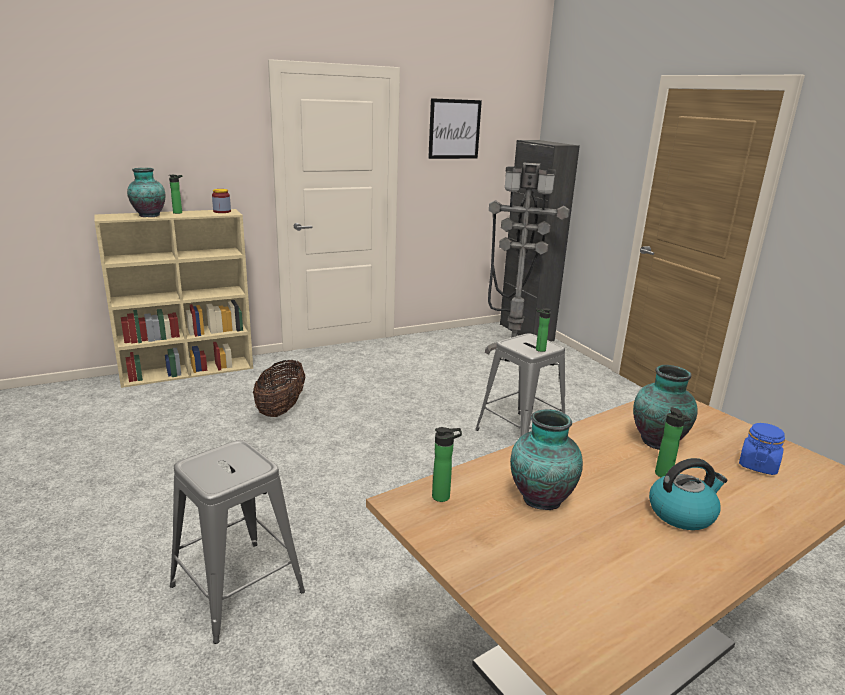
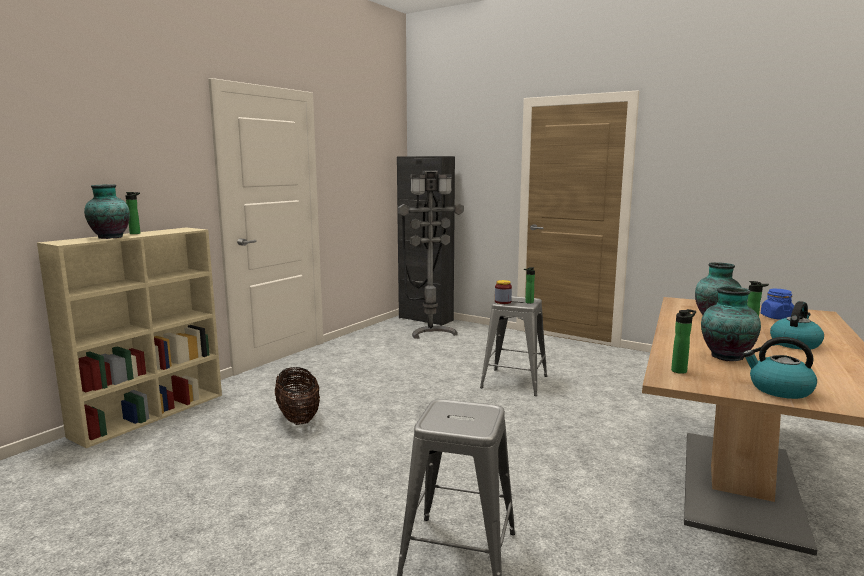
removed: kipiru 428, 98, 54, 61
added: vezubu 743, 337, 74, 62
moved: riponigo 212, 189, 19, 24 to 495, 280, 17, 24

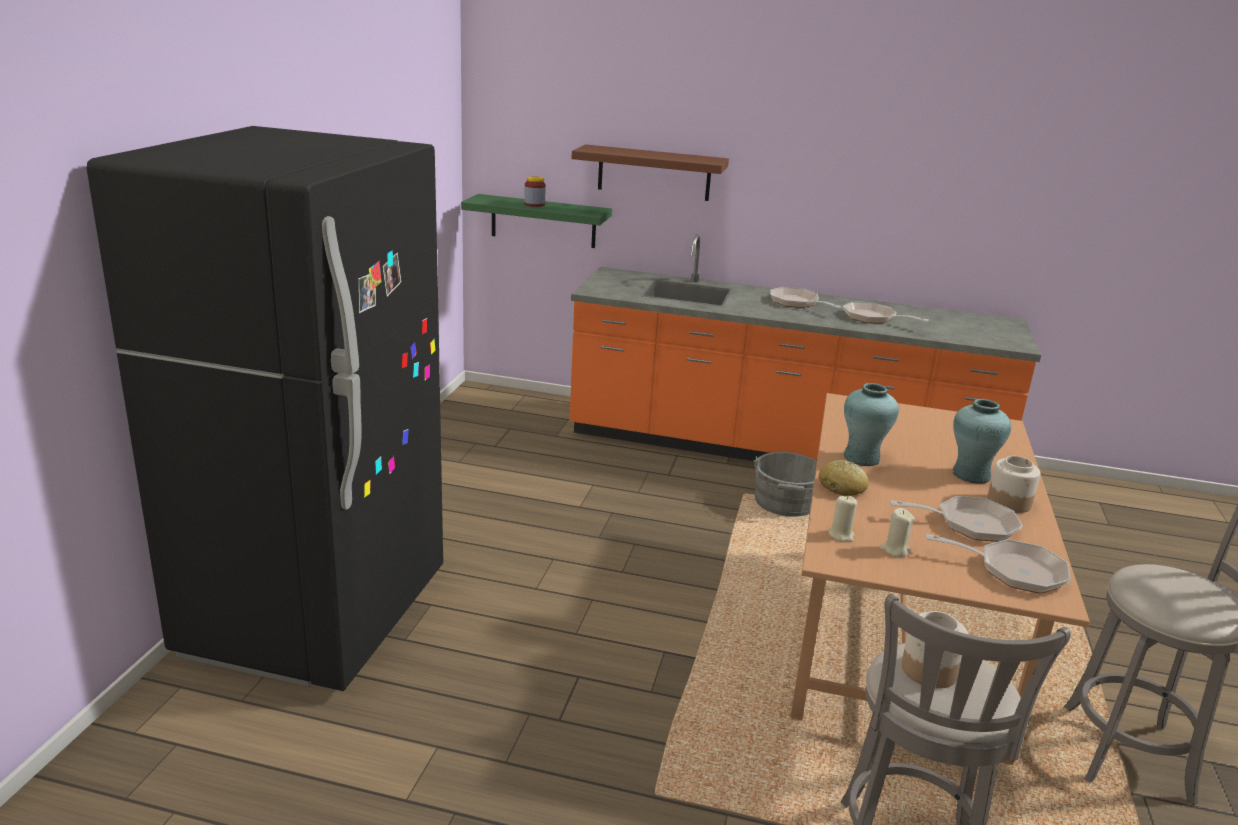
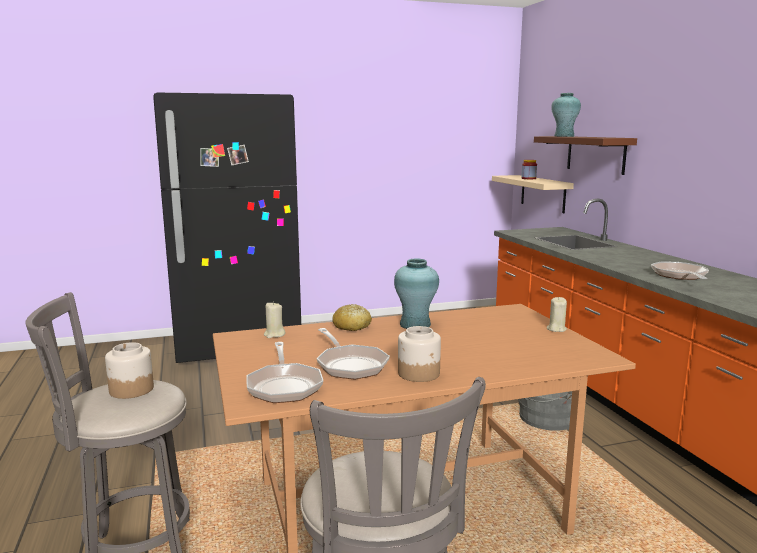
removed: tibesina 770, 287, 71, 21
moved: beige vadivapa 880, 508, 35, 49 to 547, 297, 20, 35; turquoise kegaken 953, 399, 58, 85 to 551, 93, 30, 44
recoloured: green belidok 461, 194, 151, 54 to beige belidok 492, 175, 82, 38

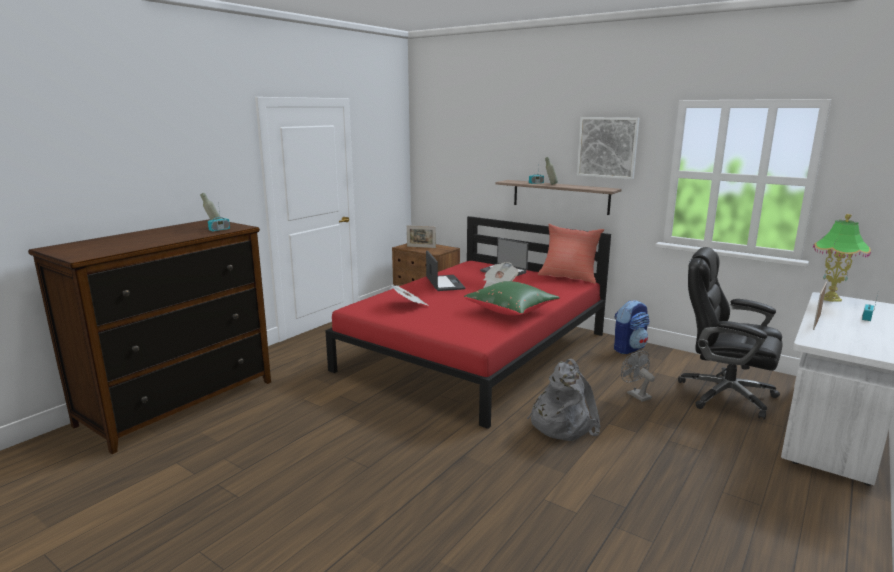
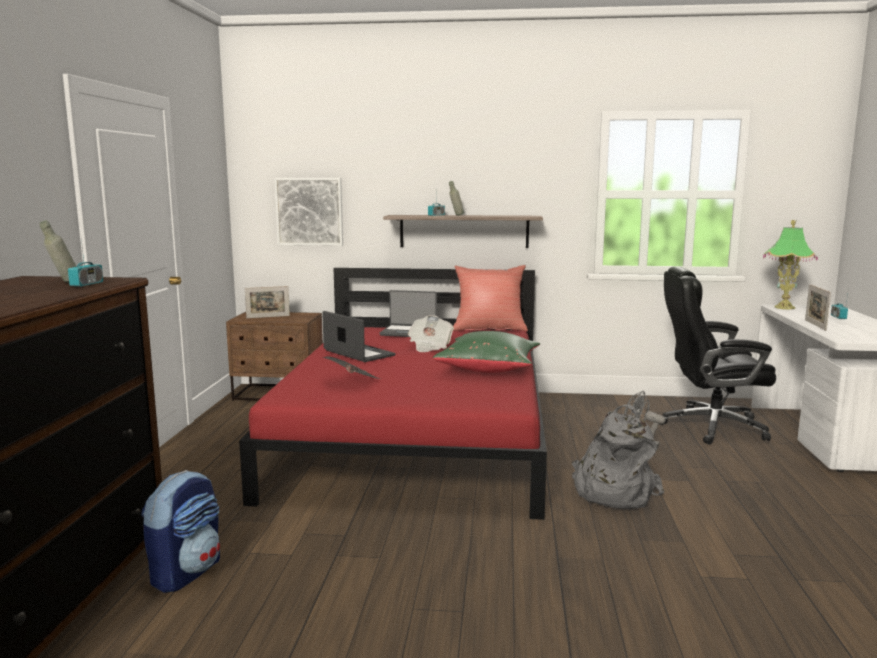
moved: kipiru 577, 117, 62, 62 to 274, 178, 69, 68; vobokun 614, 300, 36, 54 to 141, 470, 79, 123

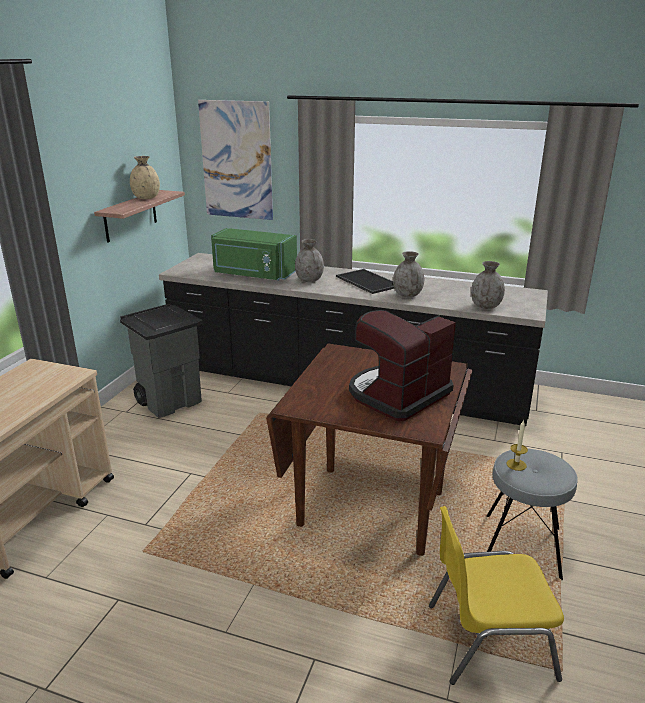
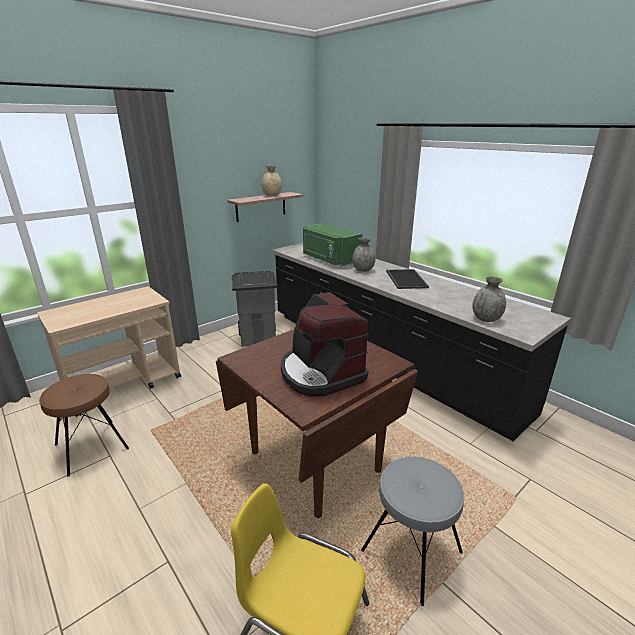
removed: kipiru 198, 100, 75, 120; grey kegaken 393, 251, 31, 46; vadivapa 506, 420, 22, 51
added: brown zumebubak 39, 374, 90, 103
turned: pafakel 349, 310, 107, 111 = 281, 292, 88, 105 105 degrees counterclockwise

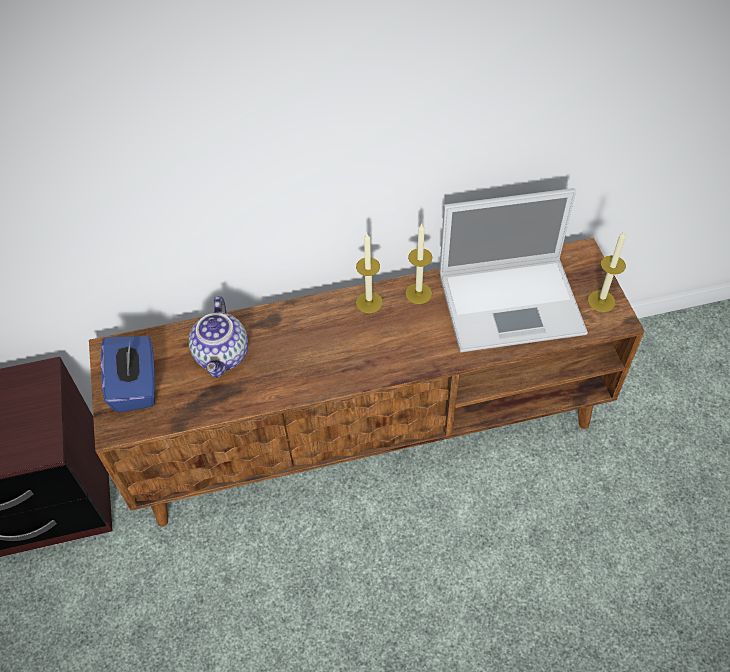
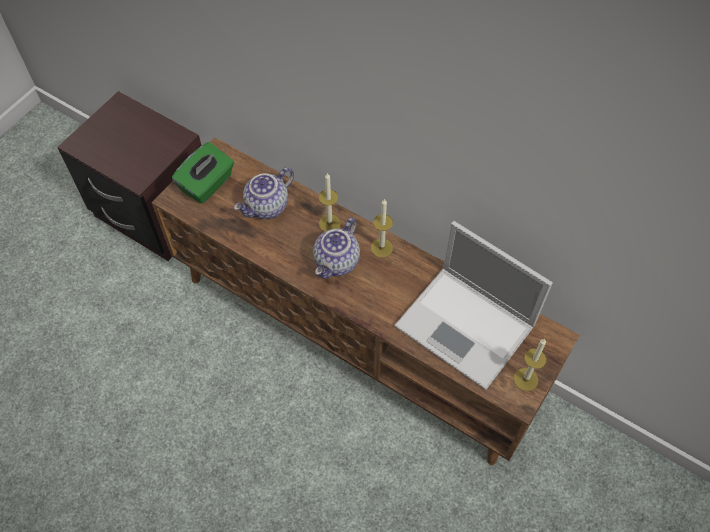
added: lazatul 313, 218, 47, 61
moved: vadivapa 405, 224, 27, 80 to 319, 173, 22, 59
recoloured: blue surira 101, 336, 54, 77 to green surira 172, 142, 62, 62

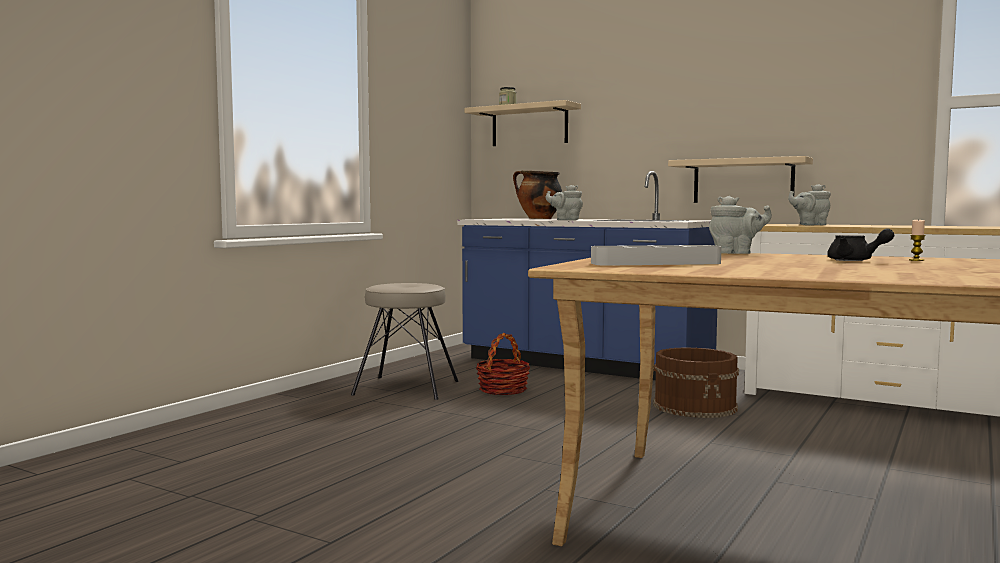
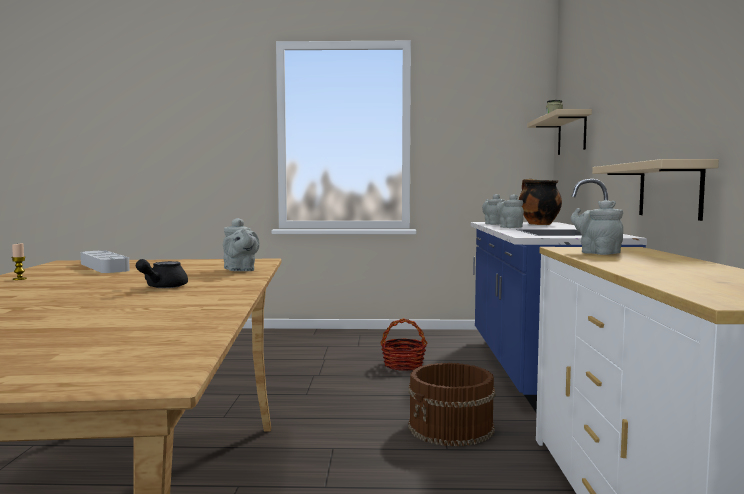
removed: beige zumebubak 351, 283, 108, 117
added: grey lazatul 482, 194, 23, 31
moved: vadivapa 909, 219, 17, 42 to 11, 243, 16, 37

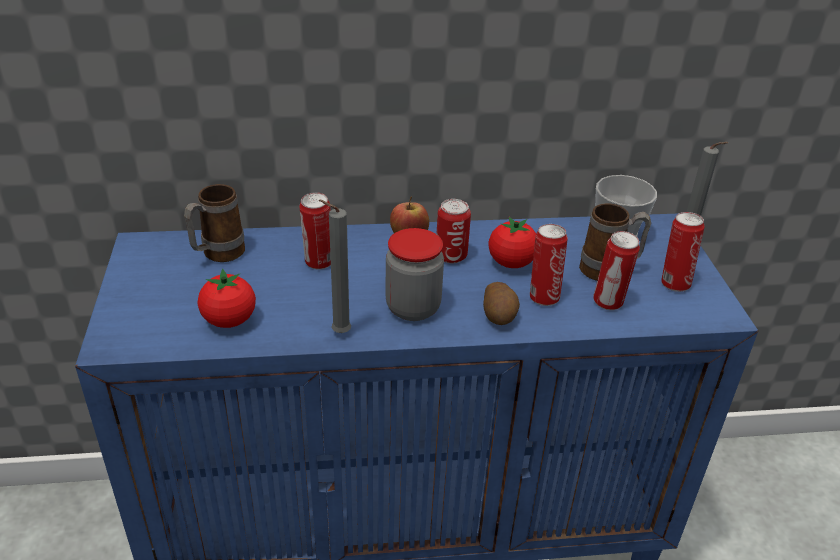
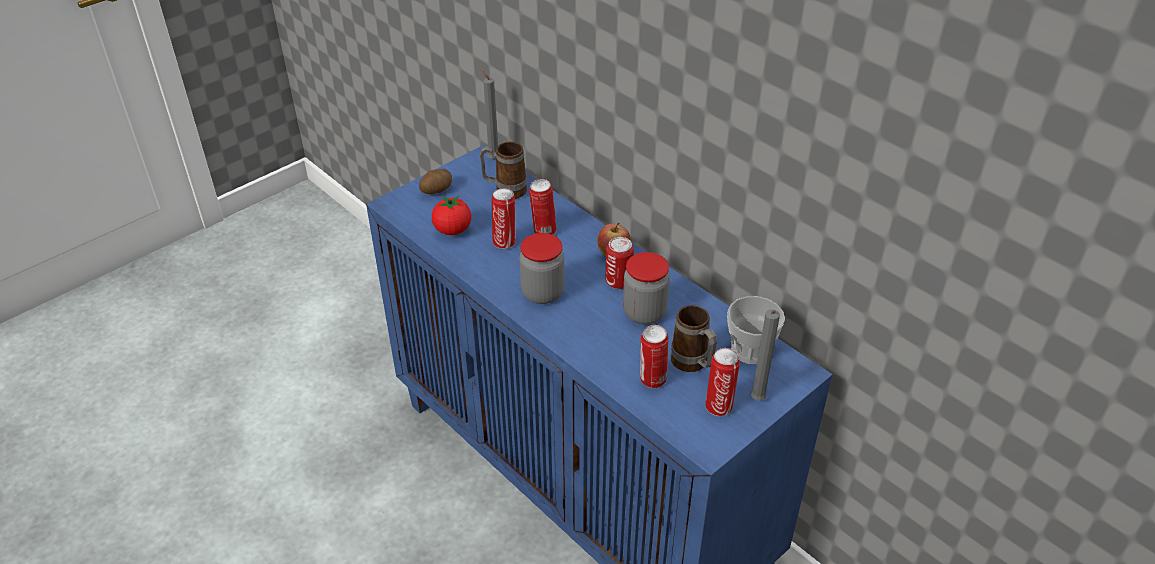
moved: grey vadivapa 319, 200, 32, 133 to 479, 67, 19, 93; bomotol 483, 282, 37, 43 to 419, 169, 33, 25; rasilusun 530, 224, 38, 82 to 492, 188, 24, 61
replaced: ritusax 488, 217, 48, 51 to riponigo 623, 252, 47, 72

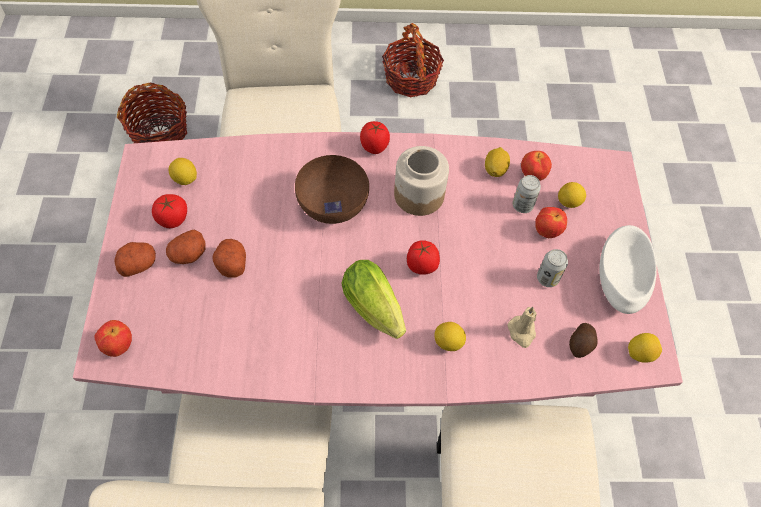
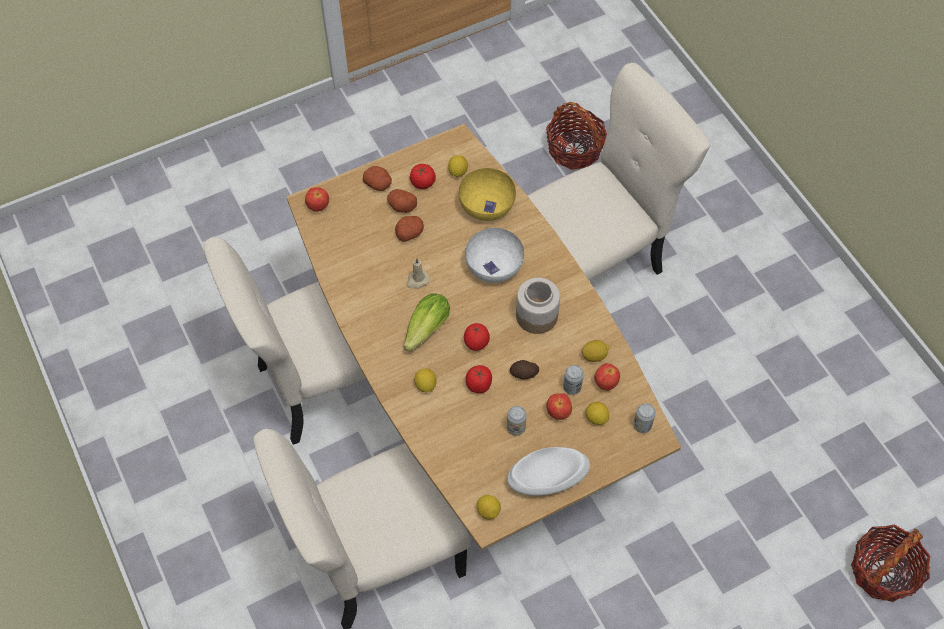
added: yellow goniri 459, 168, 57, 53; rasilusun 633, 403, 23, 30
moved: ritusax 360, 121, 30, 33 to 466, 365, 26, 28; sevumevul 382, 23, 62, 75 to 851, 525, 79, 77; beige vadivapa 507, 307, 30, 41 to 406, 258, 24, 31; bomotol 569, 323, 28, 35 to 509, 360, 30, 19
recoloured: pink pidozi 73, 132, 610, 274 to brown pidozi 287, 124, 394, 426; brown goniri 295, 155, 74, 69 to white goniri 465, 228, 59, 55

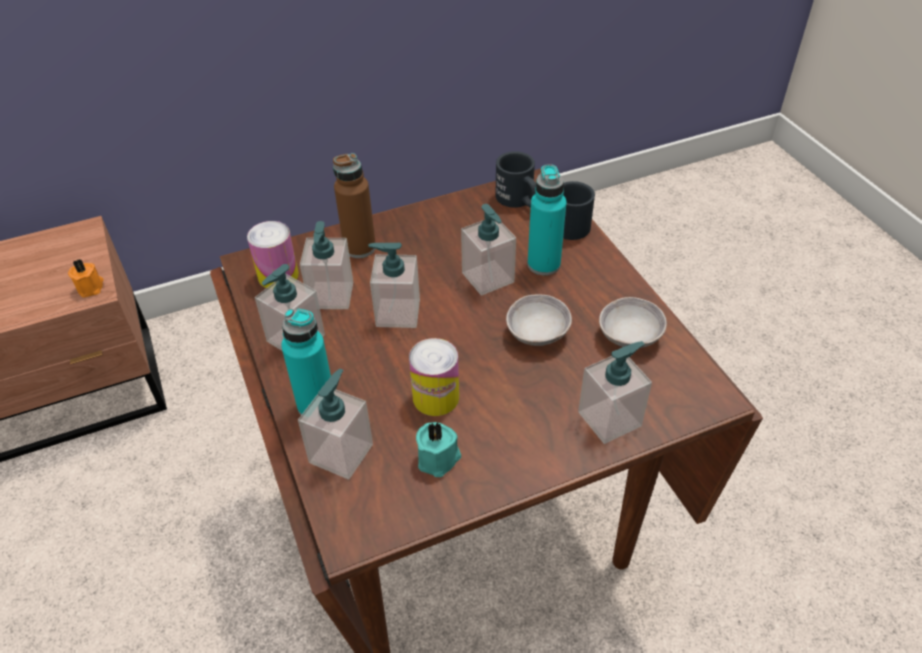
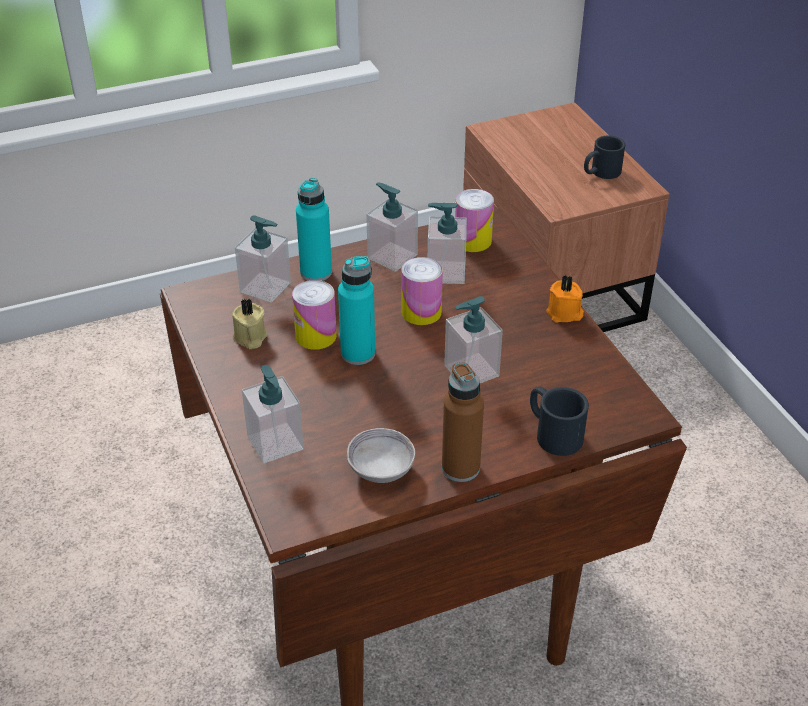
removed: grey goniri 506, 295, 66, 51
moved: orange vadivapa 68, 259, 36, 38 to 546, 275, 38, 48; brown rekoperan 333, 153, 43, 105 to 442, 362, 42, 120; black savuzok 495, 151, 41, 57 to 584, 136, 41, 43; turquoise rekoperan 527, 164, 40, 111 to 338, 256, 37, 109
replaced: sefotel 368, 243, 52, 85 to rasilusun 401, 257, 42, 68
recoloured: turquoise vadivapa 416, 422, 45, 55 to beige vadivapa 232, 298, 36, 51

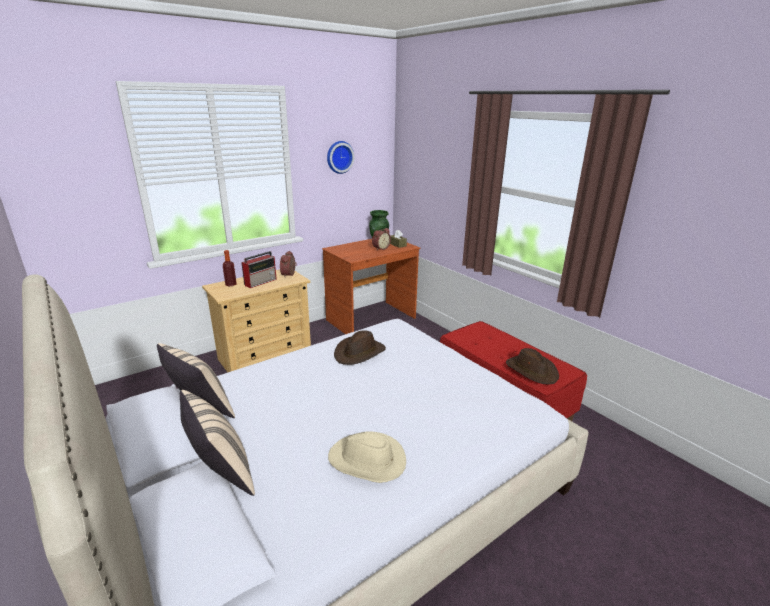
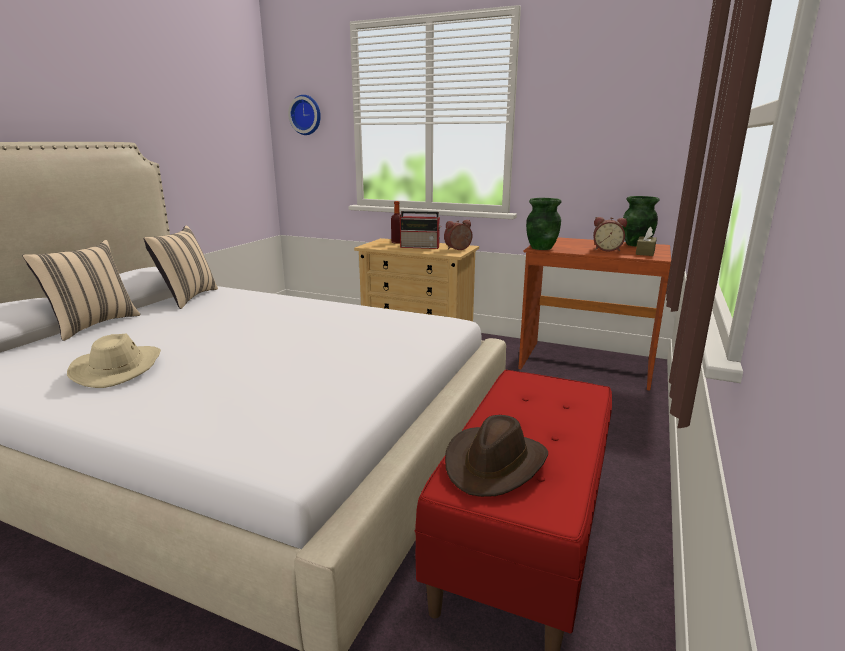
removed: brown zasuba 334, 330, 52, 35
added: green kegaken 526, 198, 36, 52
moved: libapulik 327, 141, 28, 33 to 288, 95, 33, 40

